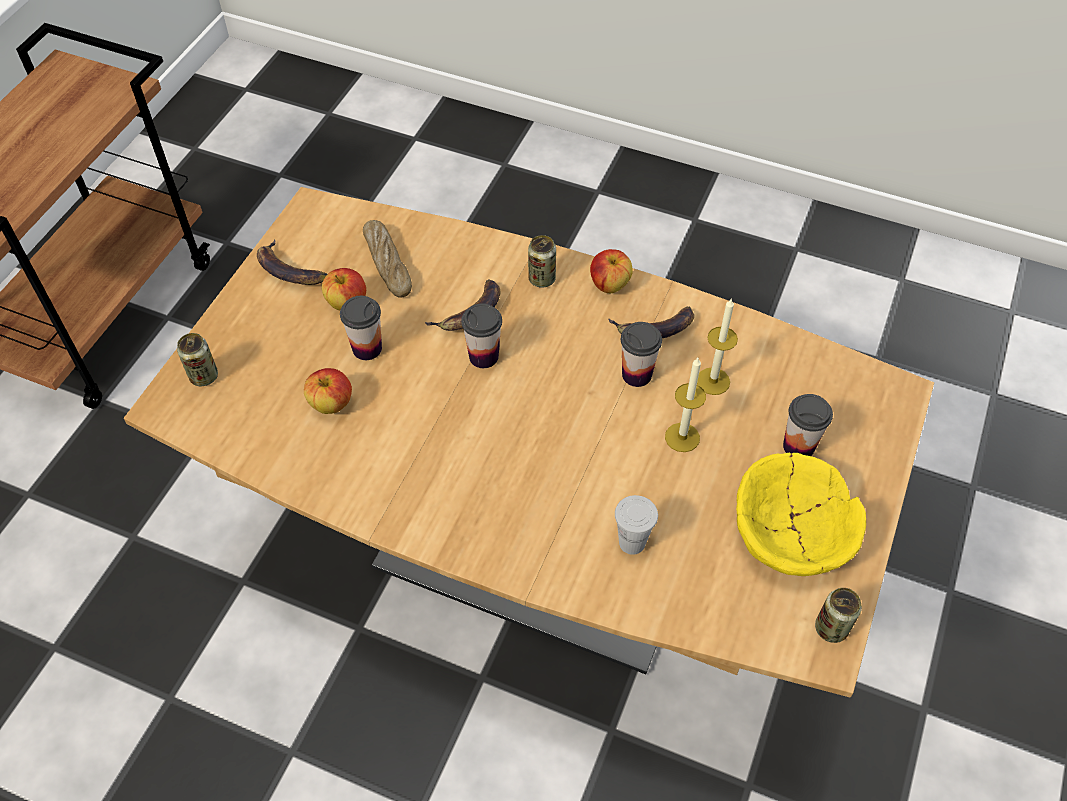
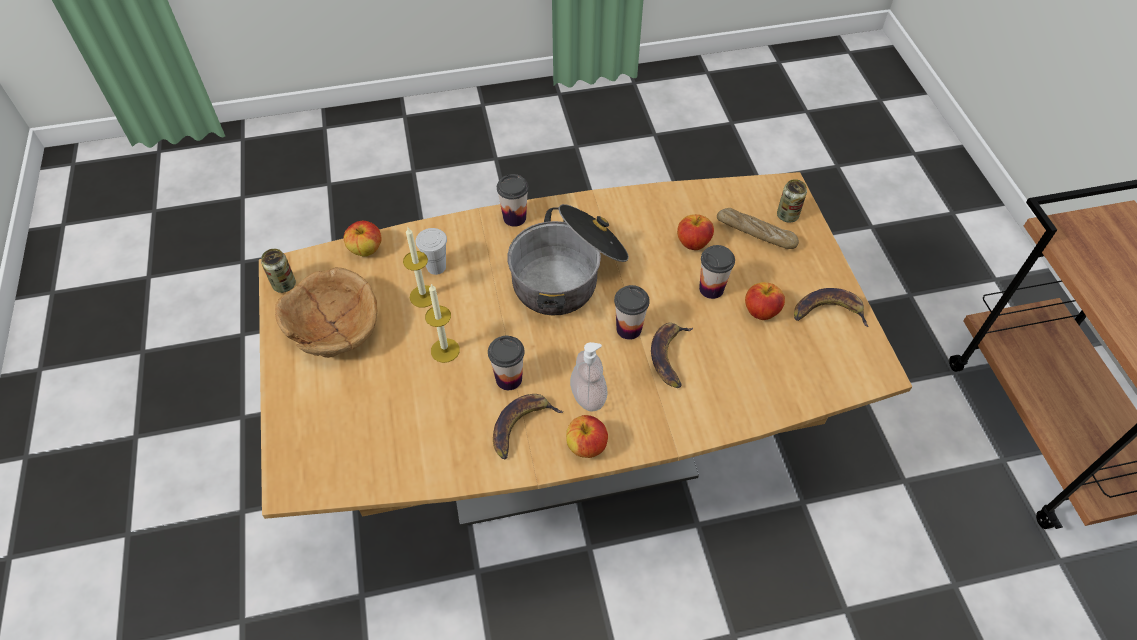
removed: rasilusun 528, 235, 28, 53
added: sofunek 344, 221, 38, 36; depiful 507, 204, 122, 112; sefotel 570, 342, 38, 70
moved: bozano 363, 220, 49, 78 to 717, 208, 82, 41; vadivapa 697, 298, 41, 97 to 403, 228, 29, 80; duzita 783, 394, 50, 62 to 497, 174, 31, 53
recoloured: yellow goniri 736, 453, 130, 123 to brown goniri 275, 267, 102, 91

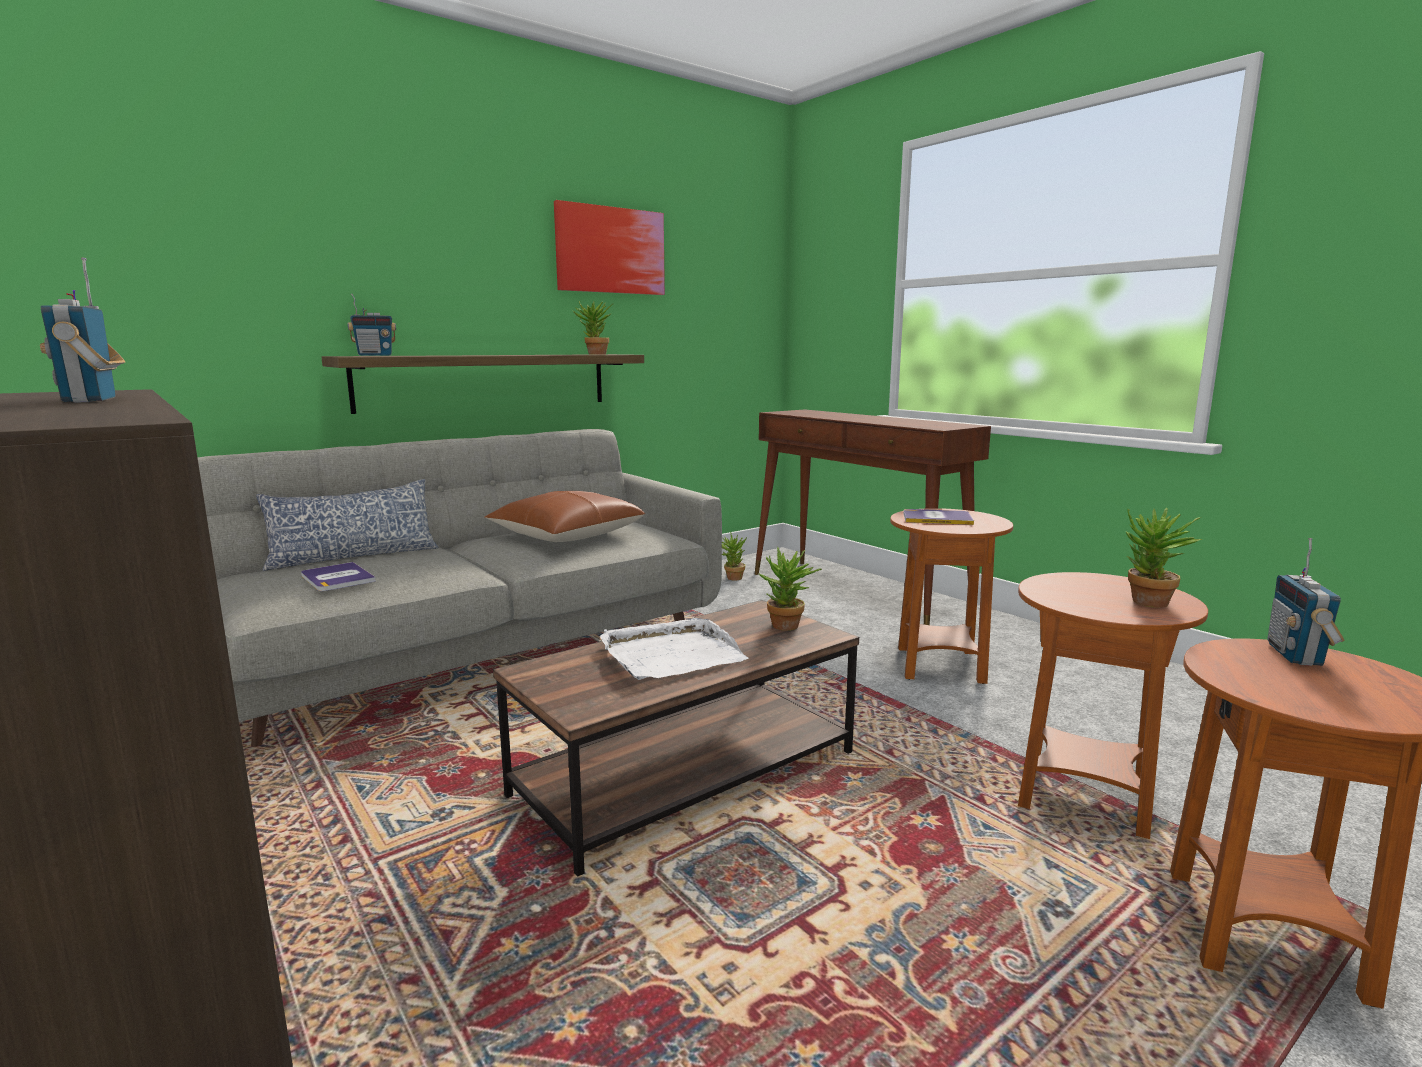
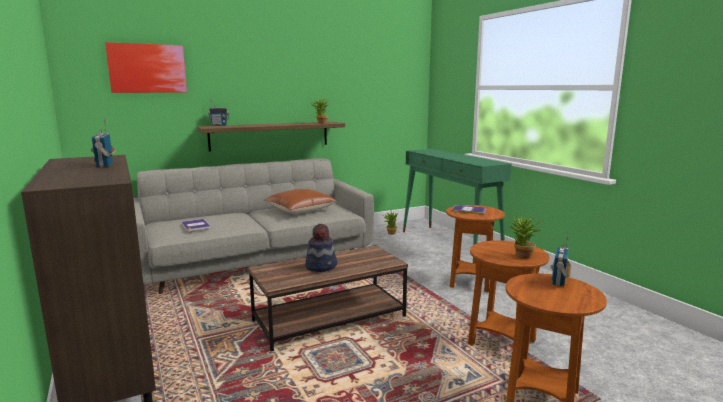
removed: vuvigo 256, 479, 182, 92; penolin 758, 547, 64, 84
moved: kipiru 554, 200, 111, 95 to 105, 42, 82, 51
replaced: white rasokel 600, 618, 148, 62 to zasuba 305, 223, 32, 49
recoloured: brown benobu 755, 409, 236, 216 to green benobu 403, 149, 109, 114

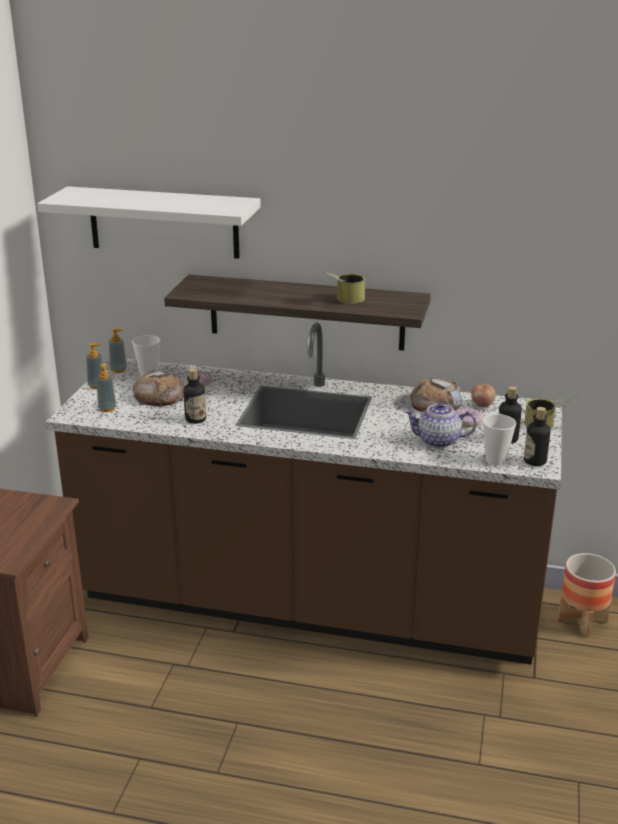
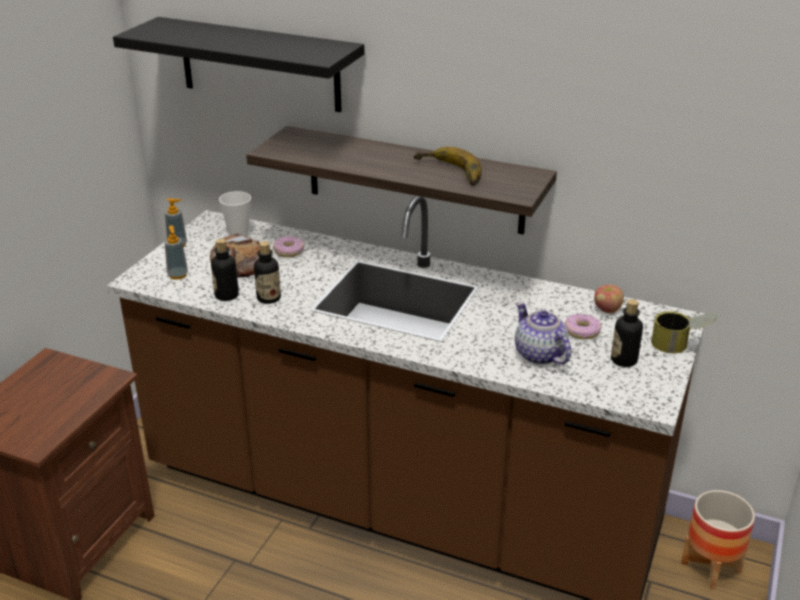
removed: sefotel 109, 328, 18, 45; bozano 410, 378, 52, 34; duzita 483, 414, 33, 51
moved: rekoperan 524, 407, 26, 59 to 211, 239, 28, 62
replaced: rasilusun 322, 271, 44, 33 to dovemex 413, 147, 68, 39
recoloured: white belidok 38, 186, 223, 73 to black belidok 113, 17, 252, 95
turned: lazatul 404, 402, 73, 46 = 515, 302, 56, 63 45 degrees clockwise

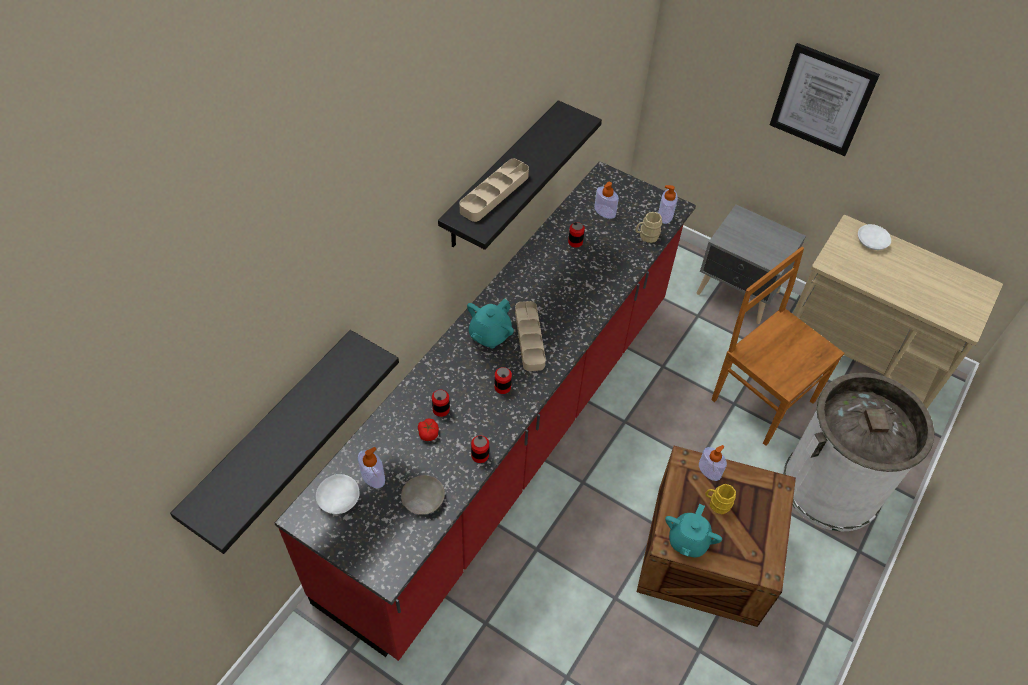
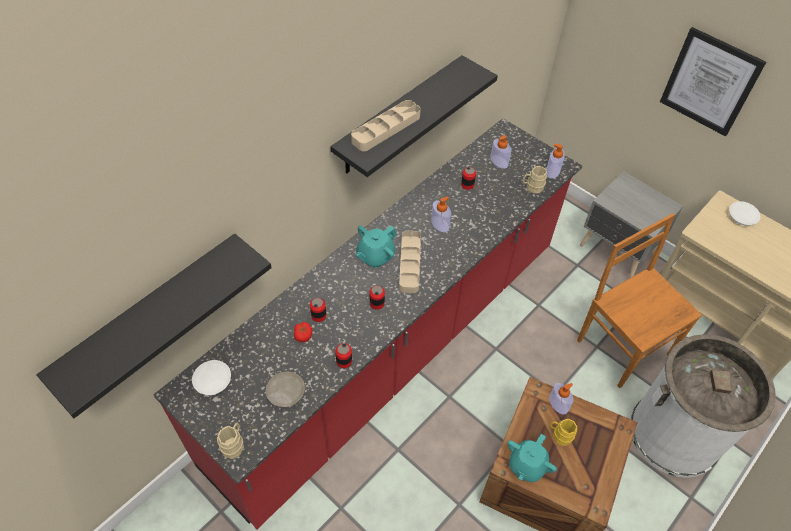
added: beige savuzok 217, 423, 27, 36
moved: sefotel 358, 447, 27, 41 to 431, 197, 20, 35

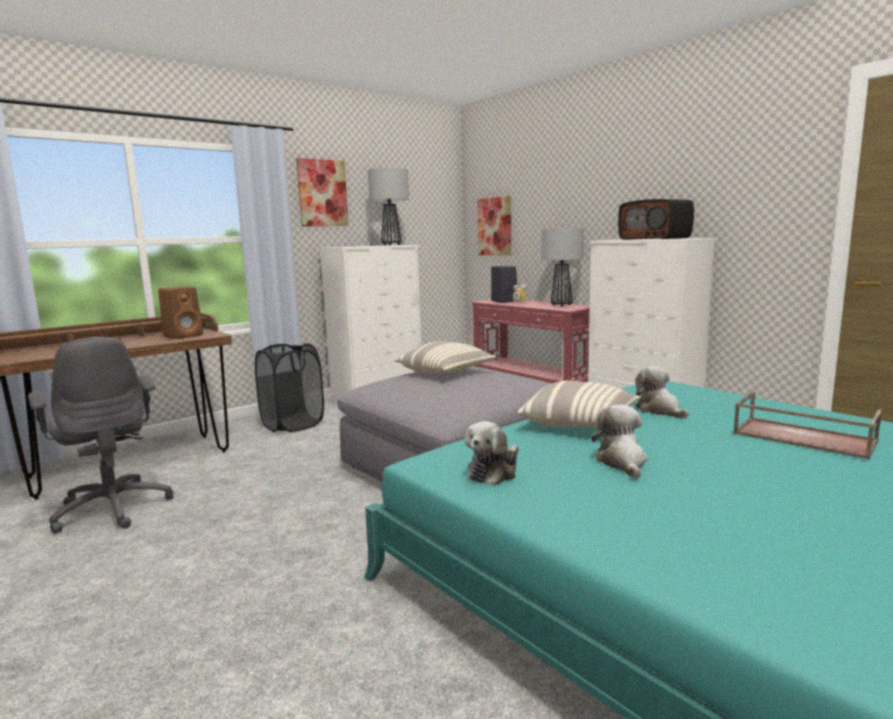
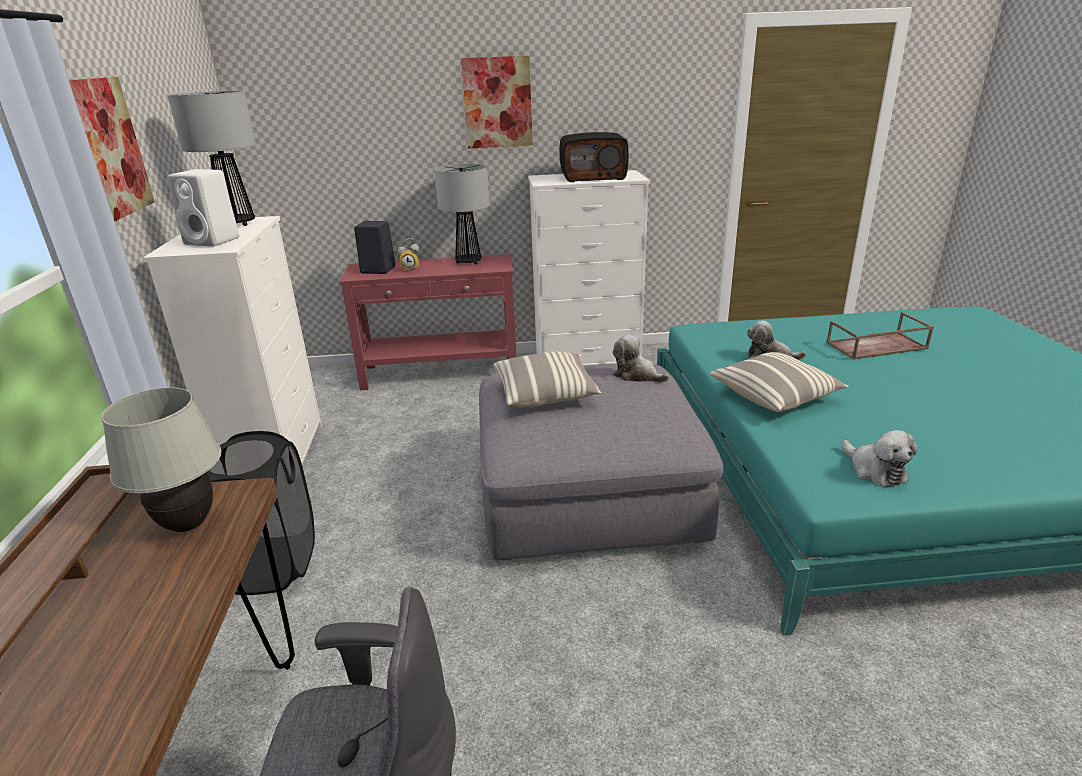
added: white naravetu 168, 169, 71, 78
moved: kipiru 477, 196, 34, 59 to 461, 56, 72, 93; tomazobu 592, 405, 55, 73 to 613, 335, 56, 47
replaced: brown naravetu 158, 286, 45, 53 to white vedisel 101, 387, 120, 145

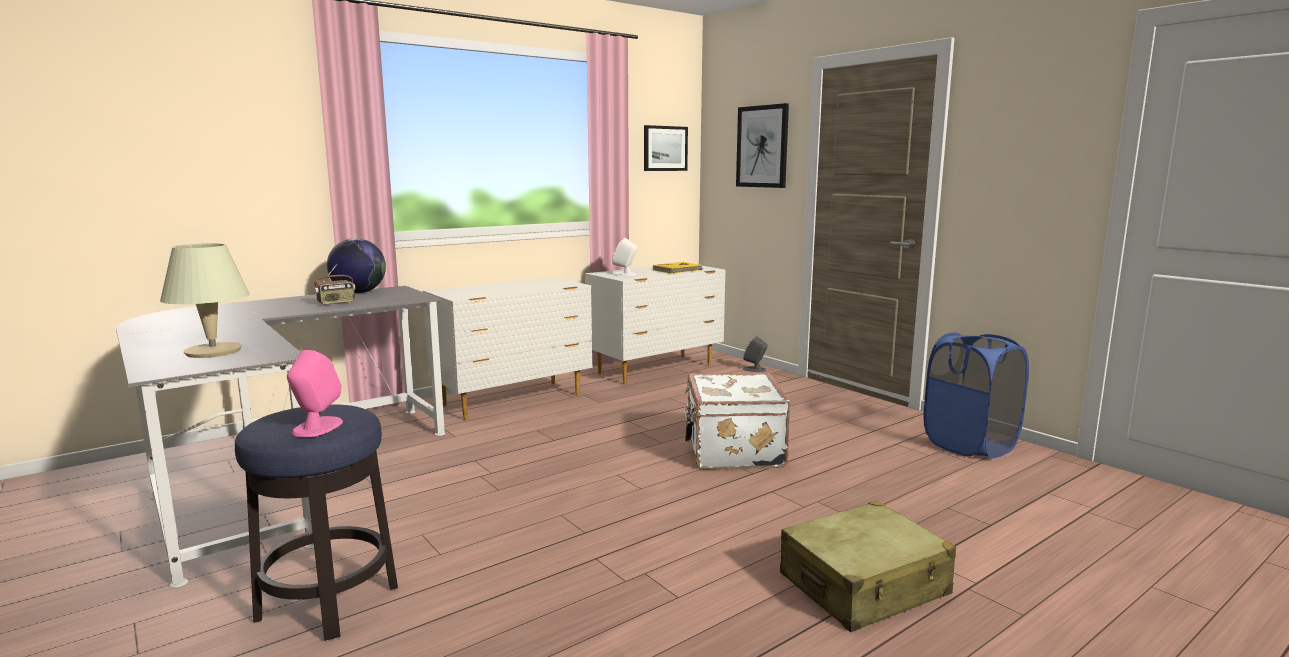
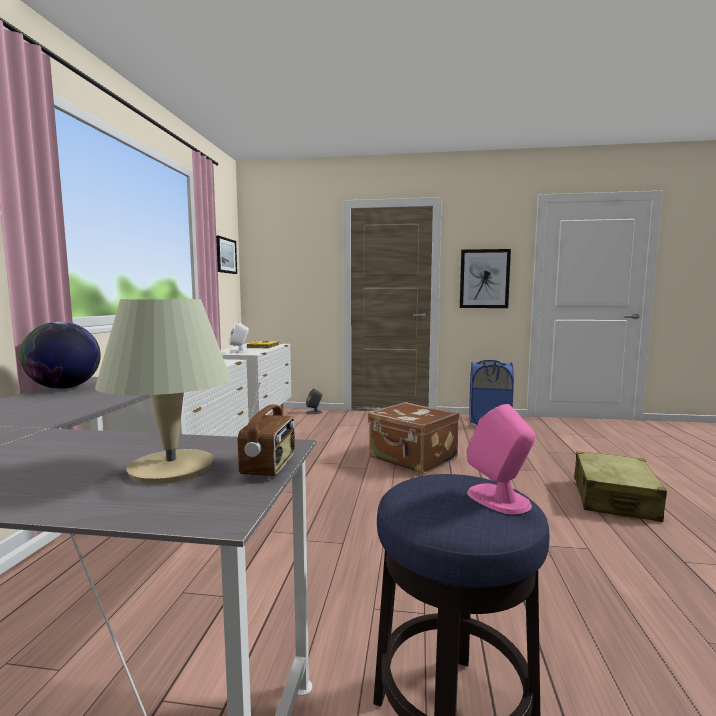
moved: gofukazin 314, 263, 41, 42 to 238, 383, 57, 94; kipiru 736, 103, 53, 85 to 460, 249, 51, 59
recoloured: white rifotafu 685, 373, 105, 97 to brown rifotafu 368, 402, 91, 72

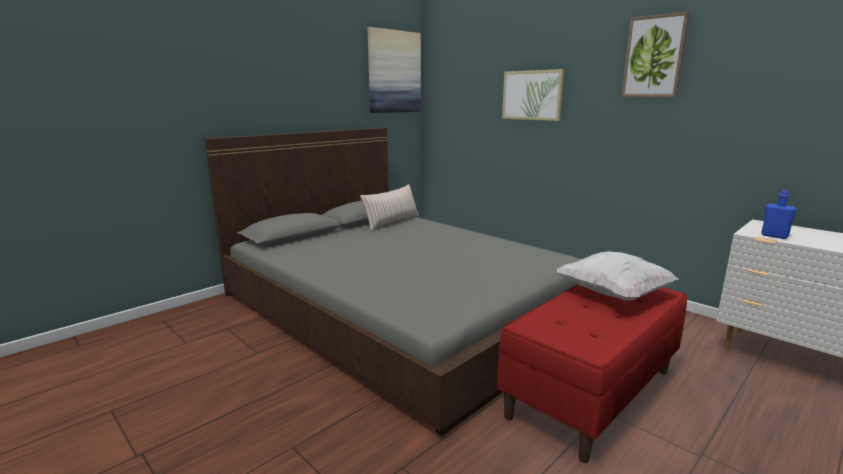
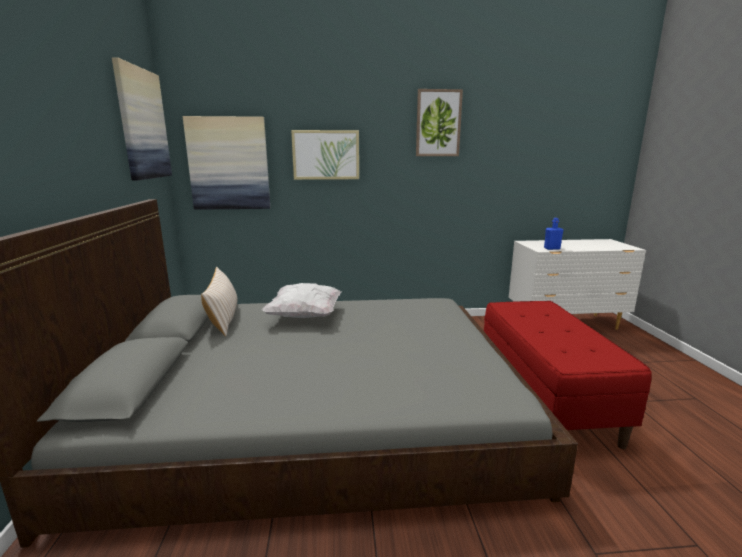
added: kipiru 183, 116, 87, 94
moved: white vuvigo 557, 251, 121, 50 to 262, 283, 79, 35

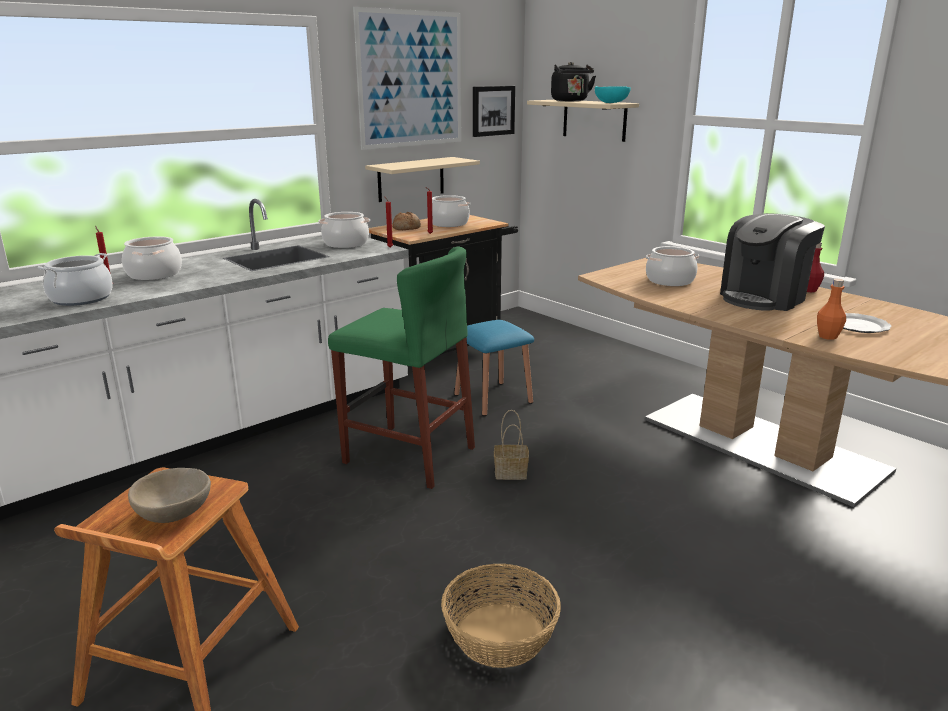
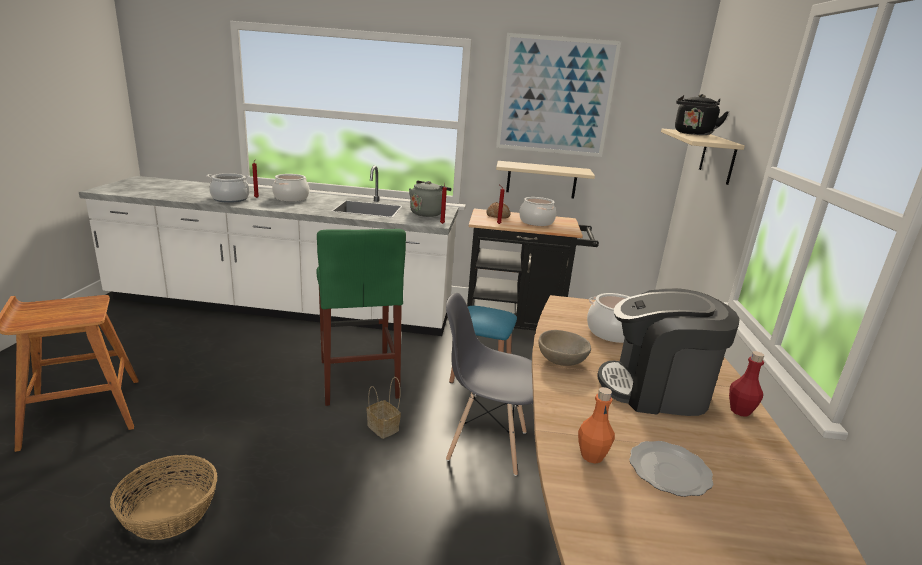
removed: kipiru 473, 86, 42, 51; turquoise goniri 595, 86, 36, 17
added: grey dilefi 446, 293, 87, 183
moved: beige goniri 128, 468, 83, 55 to 538, 330, 53, 36
replaced: depiful 318, 212, 52, 36 to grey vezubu 409, 180, 43, 37

